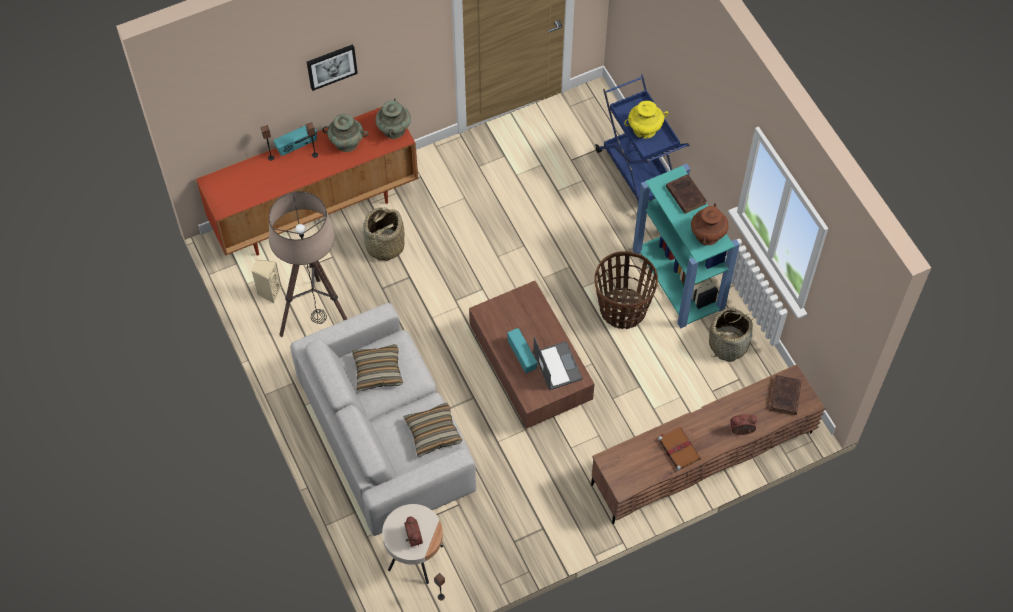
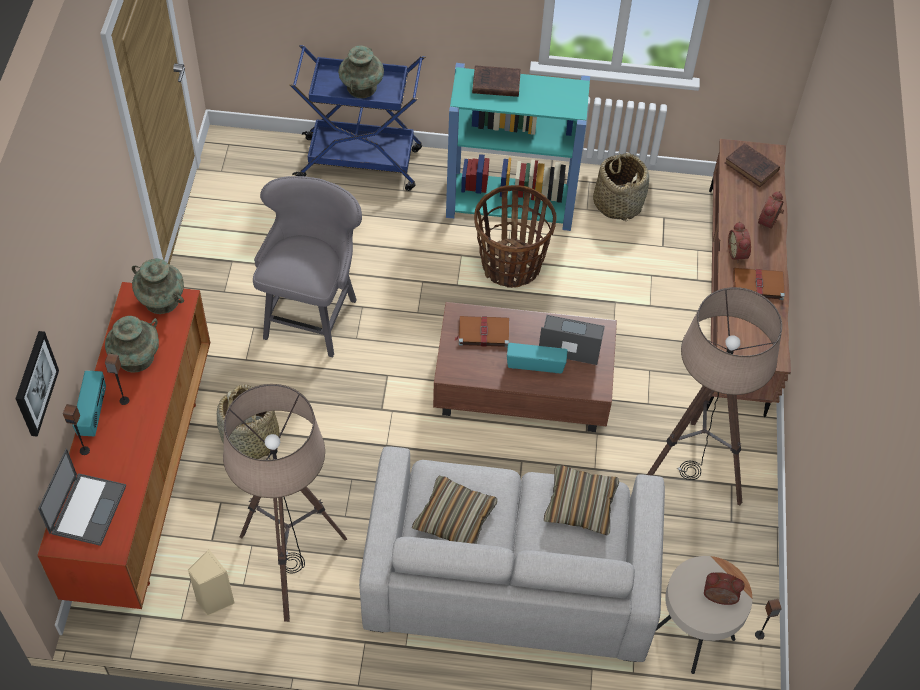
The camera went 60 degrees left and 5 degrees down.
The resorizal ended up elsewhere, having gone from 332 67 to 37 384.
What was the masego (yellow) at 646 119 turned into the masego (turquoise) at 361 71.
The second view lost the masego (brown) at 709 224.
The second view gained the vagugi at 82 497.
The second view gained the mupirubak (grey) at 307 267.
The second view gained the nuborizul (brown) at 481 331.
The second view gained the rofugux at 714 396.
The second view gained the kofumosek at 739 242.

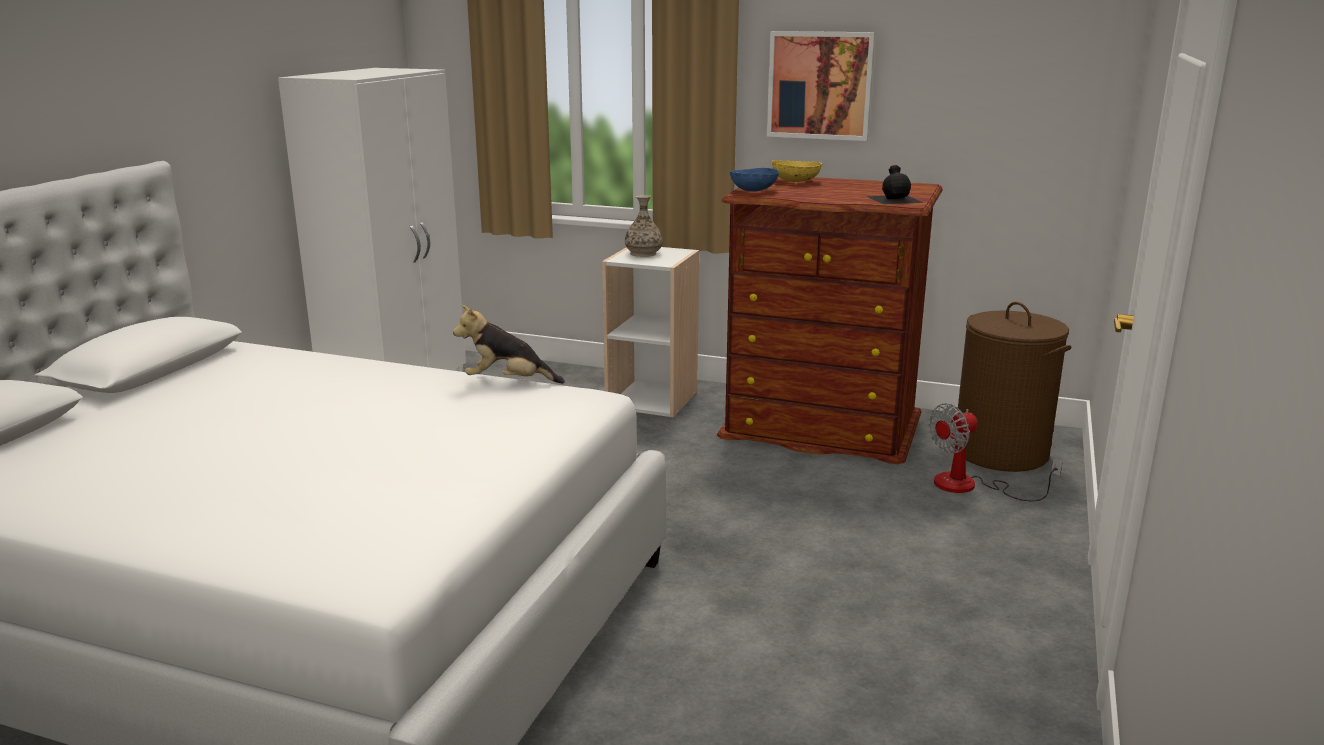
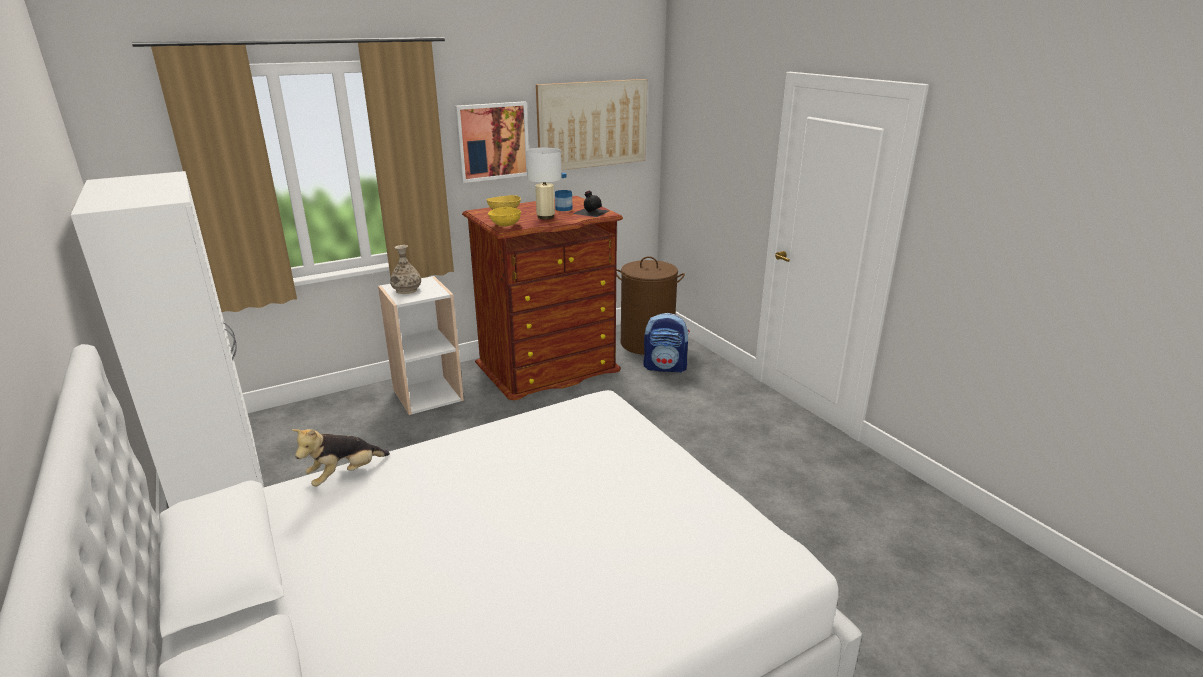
The camera went 50 degrees left and 5 degrees up.
The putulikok ended up elsewhere, having gone from 509 344 to 341 458.
What was the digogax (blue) at 754 180 turned into the digogax (yellow) at 504 217.
Where the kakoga stood at 995 452, the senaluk came to stand at 666 343.
The second view gained the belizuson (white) at 543 183.
The second view gained the resorizal at 591 124.
The second view gained the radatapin at 564 192.

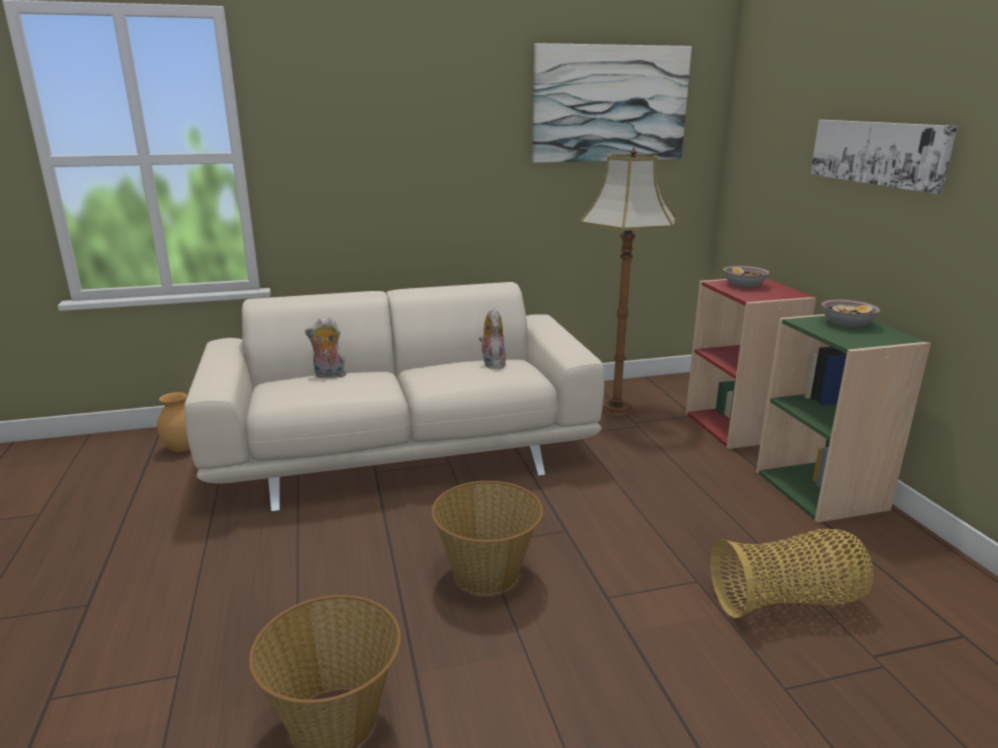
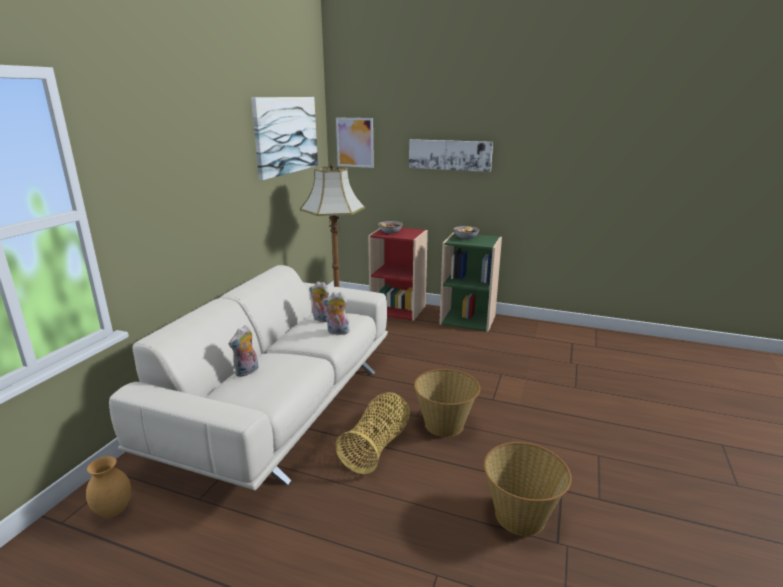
The camera went 55 degrees left and 0 degrees up.
The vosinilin ended up elsewhere, having gone from 791 573 to 372 433.
The second view gained the putulikok at 336 313.
The second view gained the resorizal at 355 142.

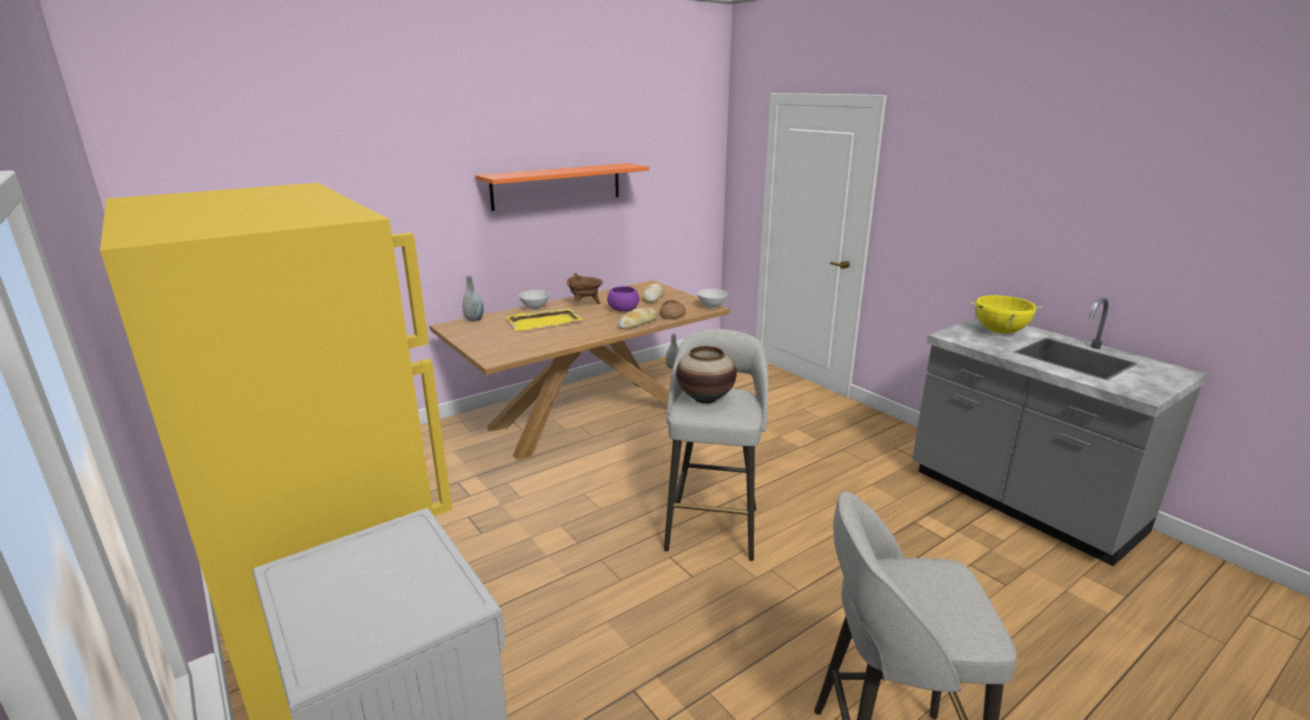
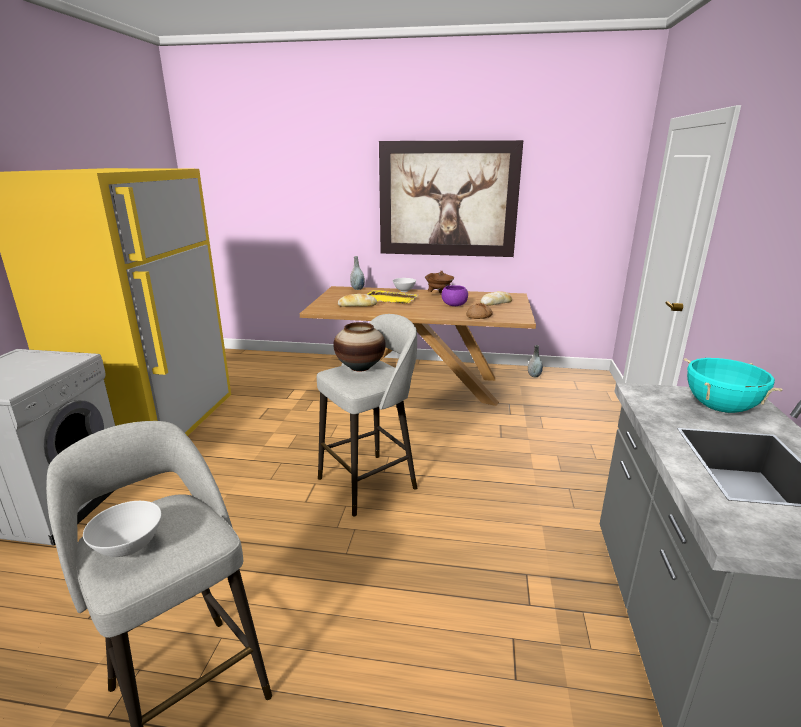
The camera went 45 degrees right and 0 degrees up.
Where the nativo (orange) hung at 562 187, the resorizal came to hang at 451 198.
The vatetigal ended up elsewhere, having gone from 637 318 to 357 300.
The digogax (white) ended up elsewhere, having gone from 712 298 to 122 529.
What was the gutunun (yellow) at 1006 314 turned into the gutunun (turquoise) at 733 385.

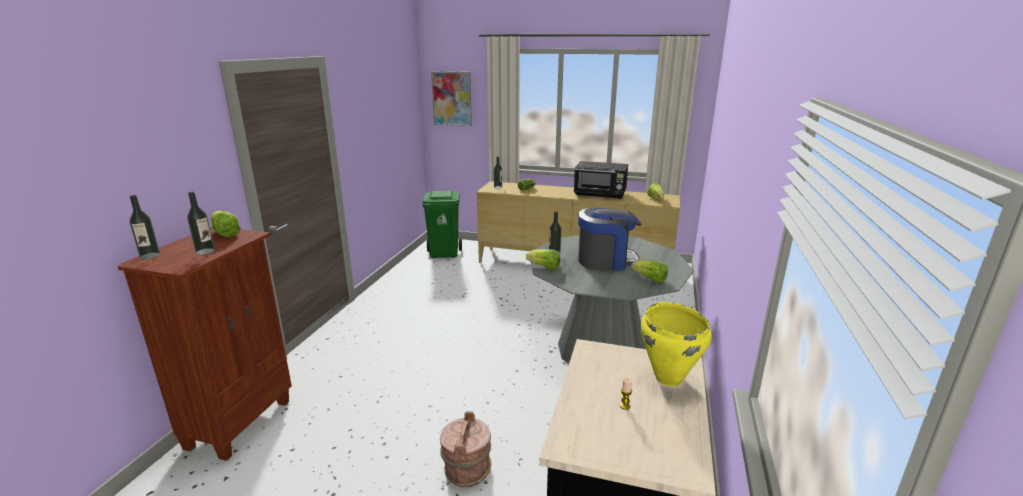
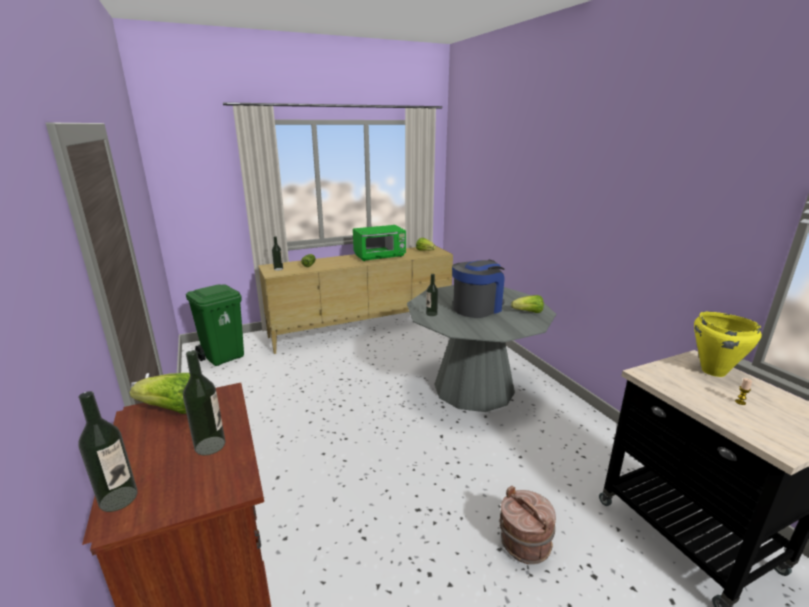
The camera went 40 degrees left and 0 degrees up.
The second view lost the resorizal at 451 98.
The second view lost the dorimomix at 543 259.
What was the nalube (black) at 601 180 turned into the nalube (green) at 379 243.

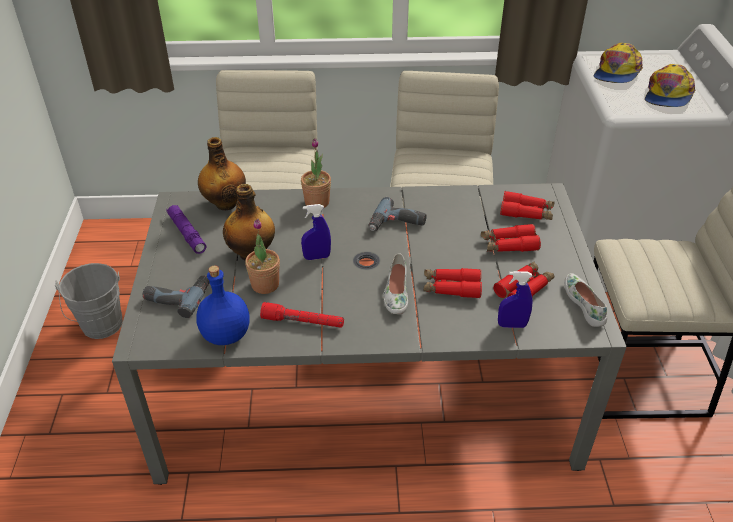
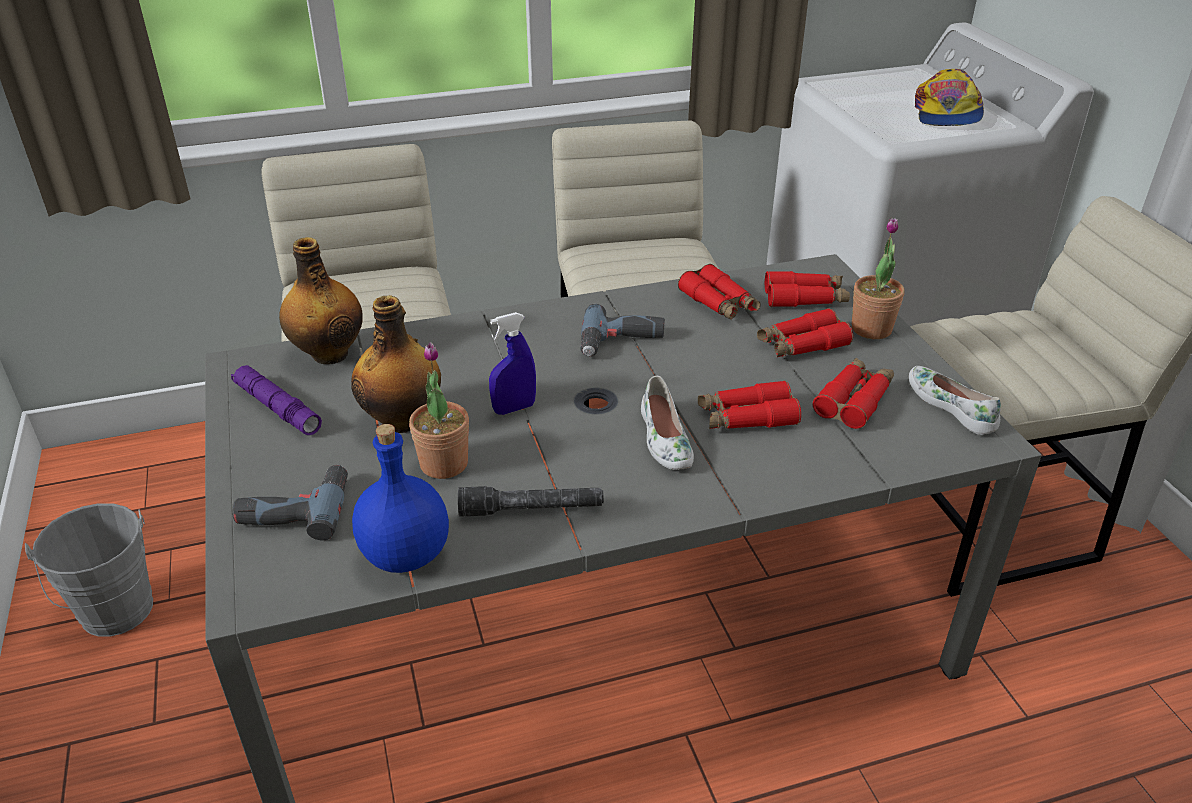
The camera went 15 degrees left and 5 degrees down.
What was the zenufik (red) at 302 315 turned into the zenufik (grey) at 531 501.
The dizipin ended up elsewhere, having gone from 316 173 to 878 278.
The second view lost the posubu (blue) at 515 299.
The second view lost the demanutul at 618 63.
The second view gained the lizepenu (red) at 719 292.

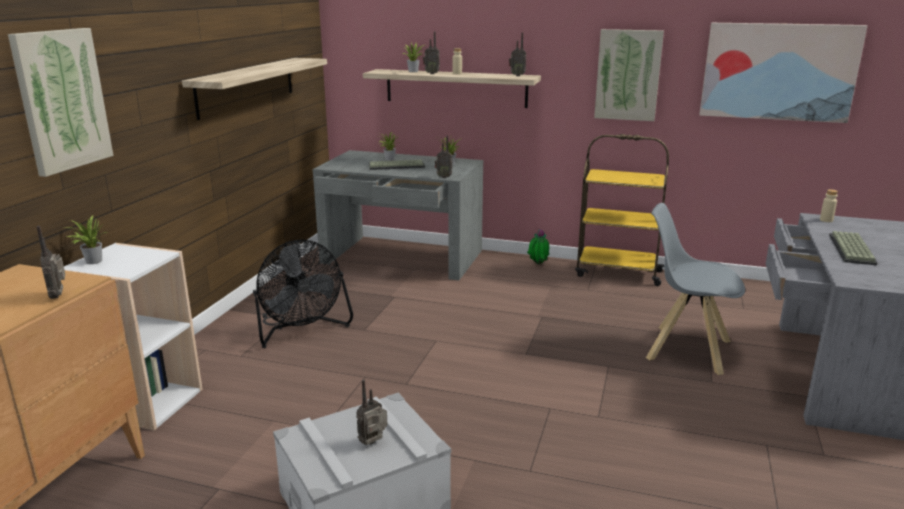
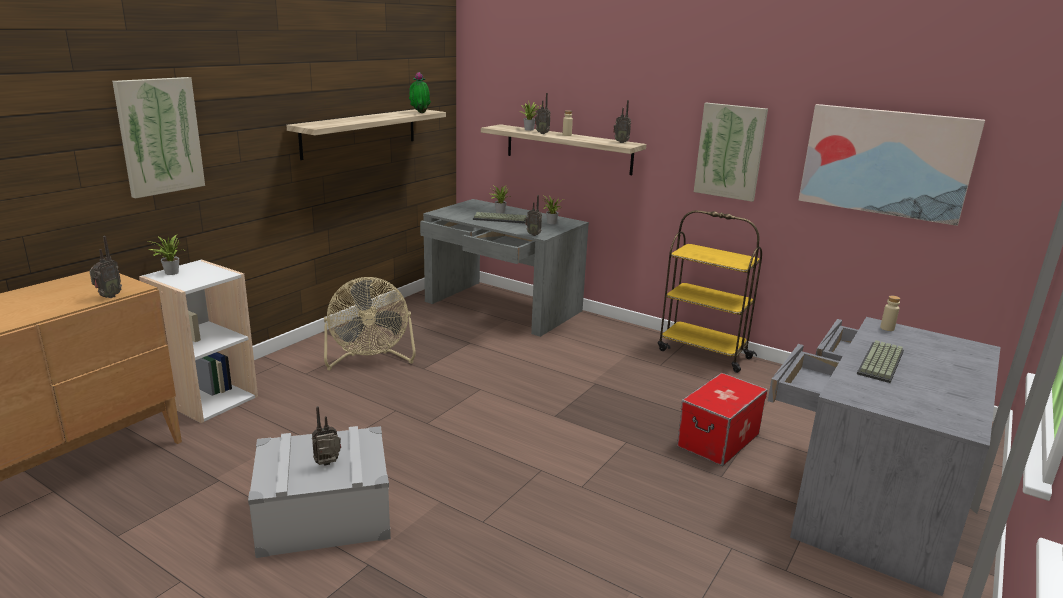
The camera went 15 degrees right and 0 degrees up.
The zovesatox at 51 262 ended up facing another way, 150 degrees counterclockwise from before.
What was the kakoga (black) at 303 294 turned into the kakoga (beige) at 370 323.
The dizipin ended up elsewhere, having gone from 538 246 to 420 92.
Where the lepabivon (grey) stood at 695 289, the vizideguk came to stand at 722 419.

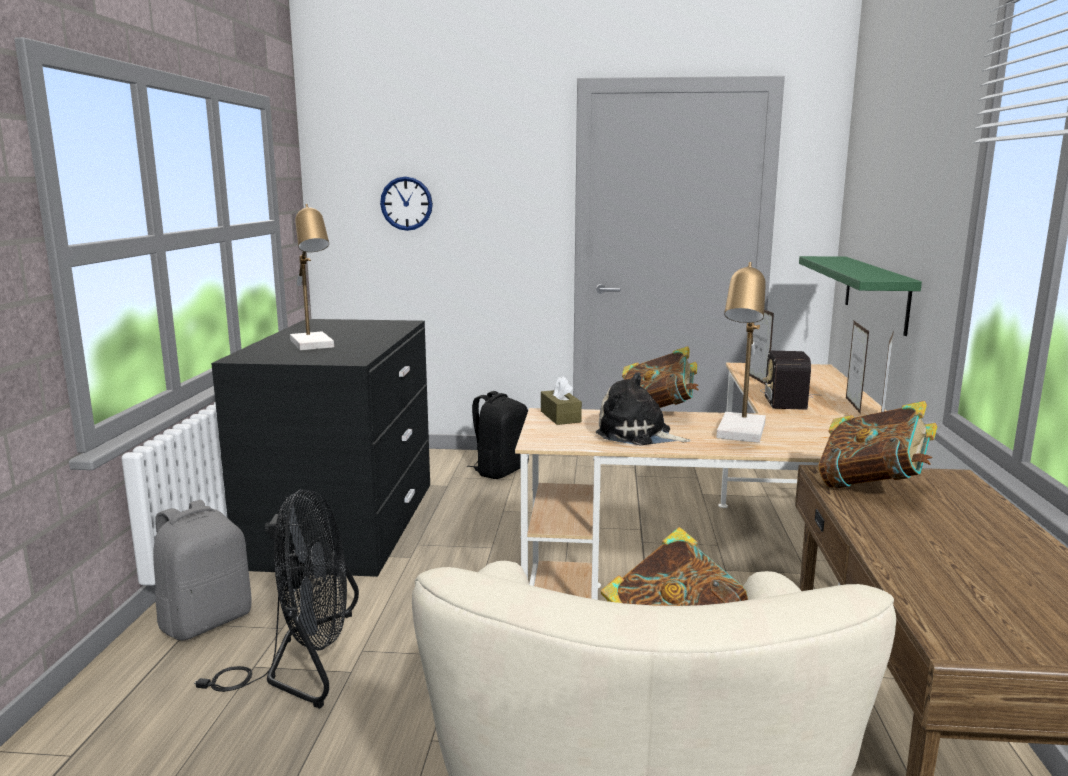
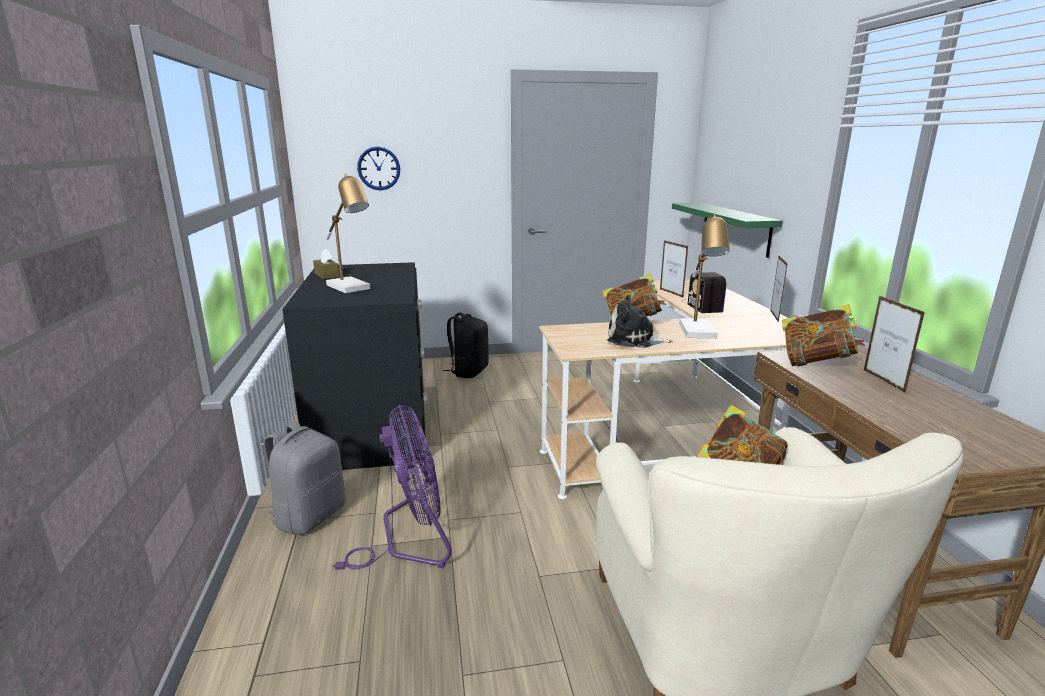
The camera went 15 degrees left and 5 degrees up.
What was the kakoga (black) at 276 599 turned into the kakoga (purple) at 392 487.
The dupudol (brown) ended up elsewhere, having gone from 561 400 to 326 264.
The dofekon ended up elsewhere, having gone from 857 367 to 894 344.

